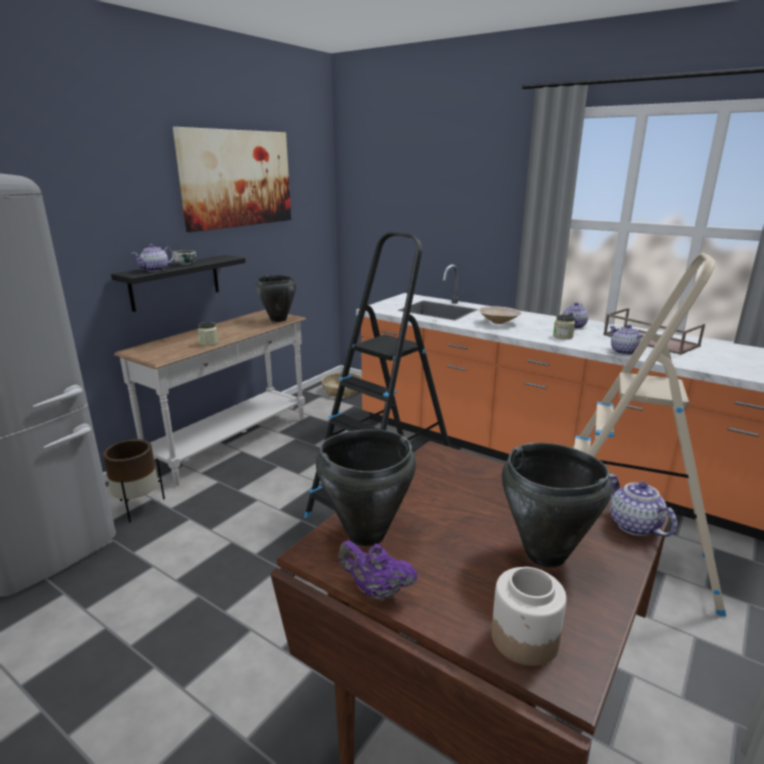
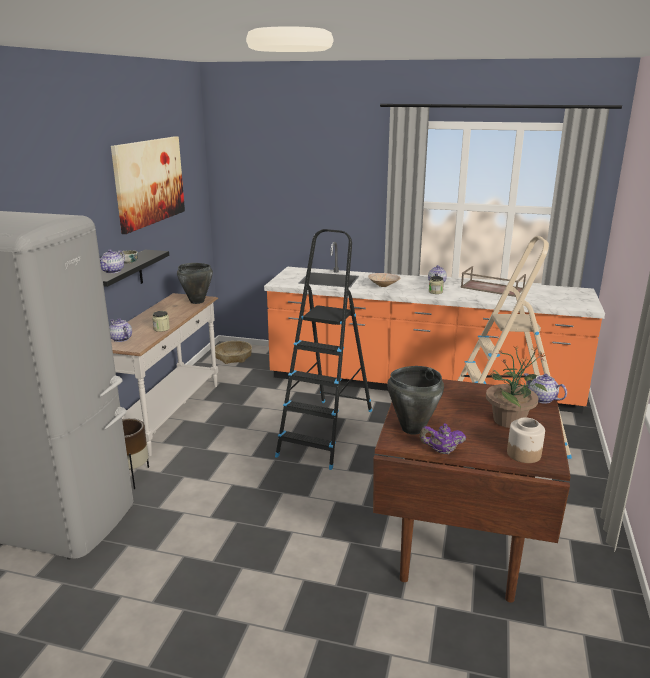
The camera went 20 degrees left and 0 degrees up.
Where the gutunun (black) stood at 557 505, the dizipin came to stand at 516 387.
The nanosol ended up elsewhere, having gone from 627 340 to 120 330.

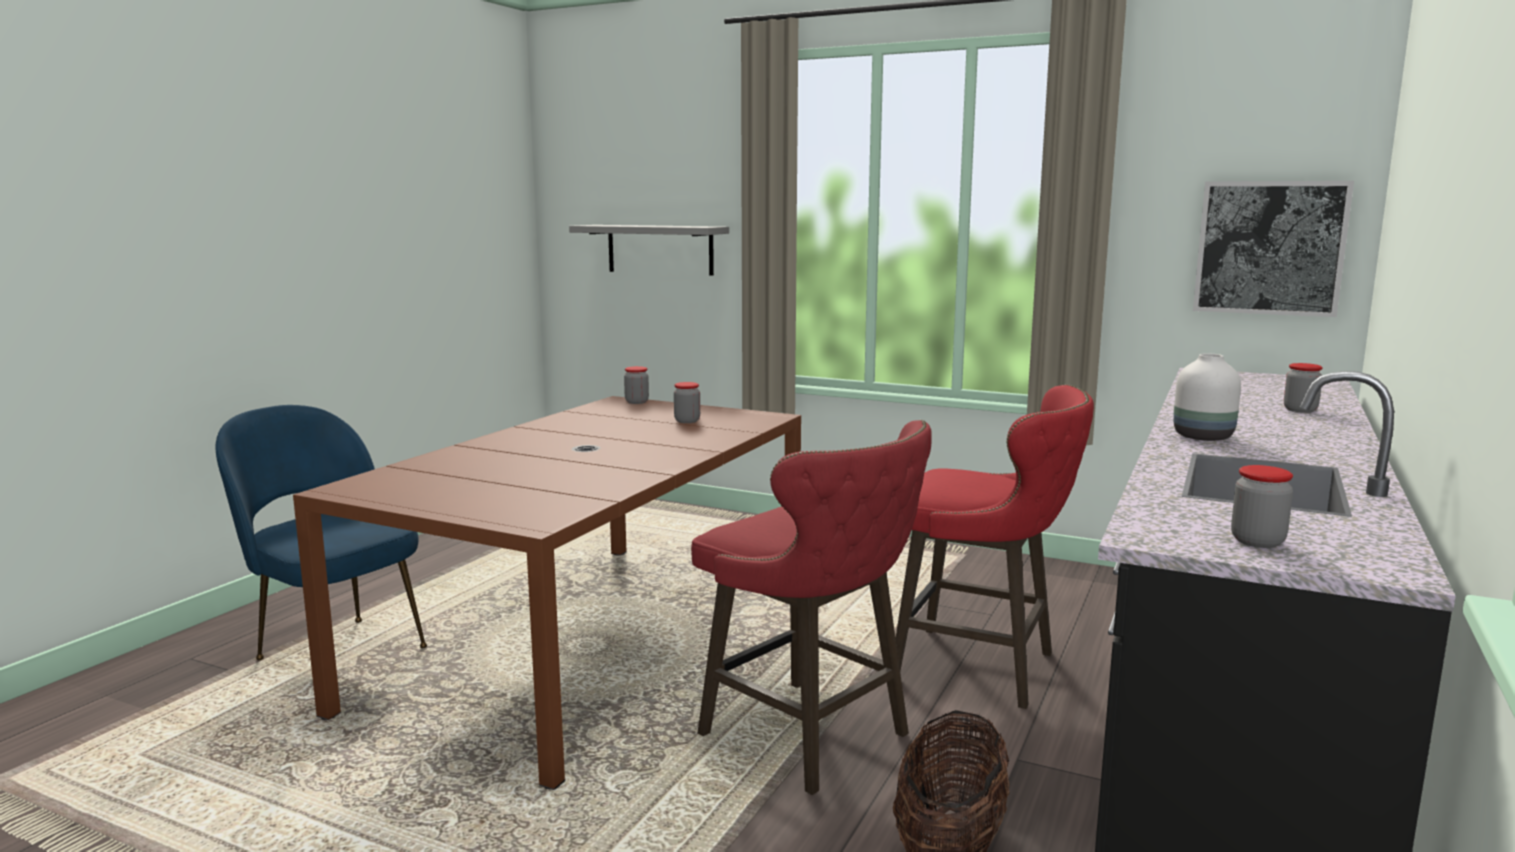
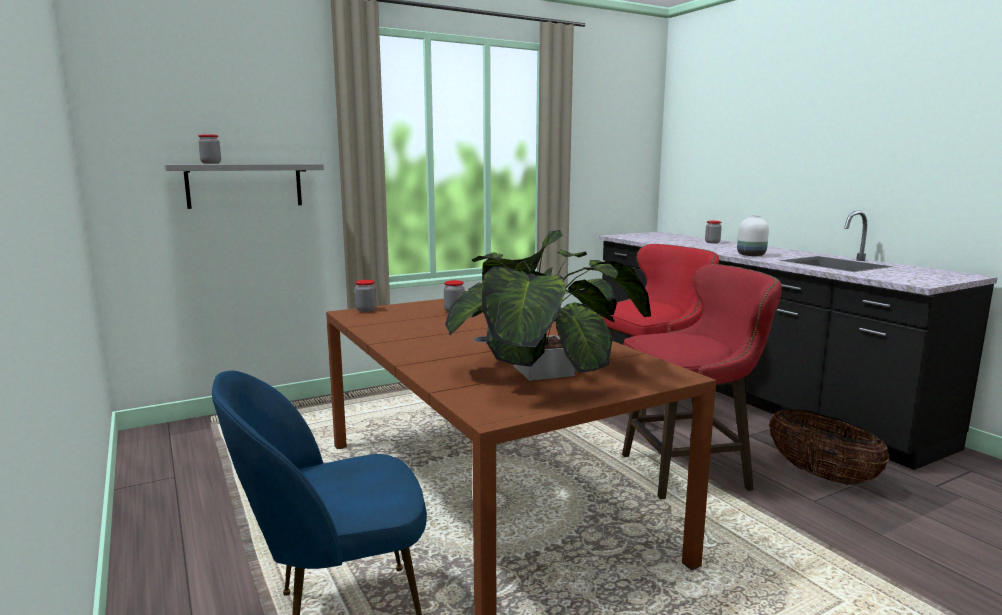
The camera went 55 degrees left and 0 degrees up.
The second view lost the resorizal at 1273 249.
The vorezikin ended up elsewhere, having gone from 1262 506 to 209 149.
The second view gained the dizipin at 548 305.

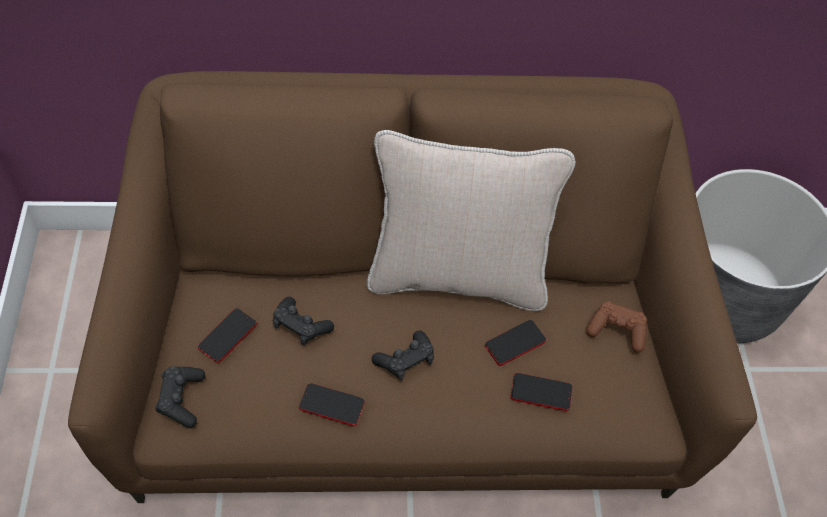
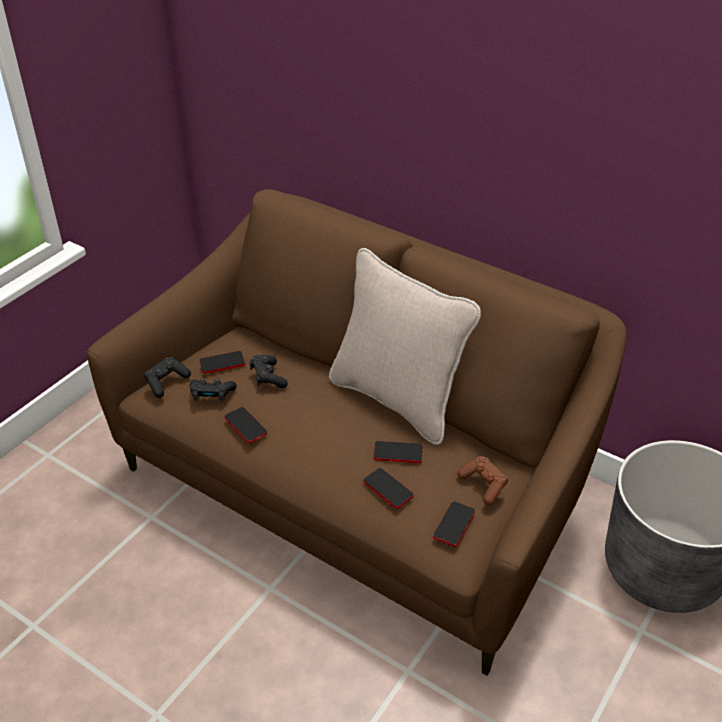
The camera went 40 degrees right and 15 degrees down.
The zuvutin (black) ended up elsewhere, having gone from 403 355 to 213 390.
The second view gained the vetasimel at 454 524.

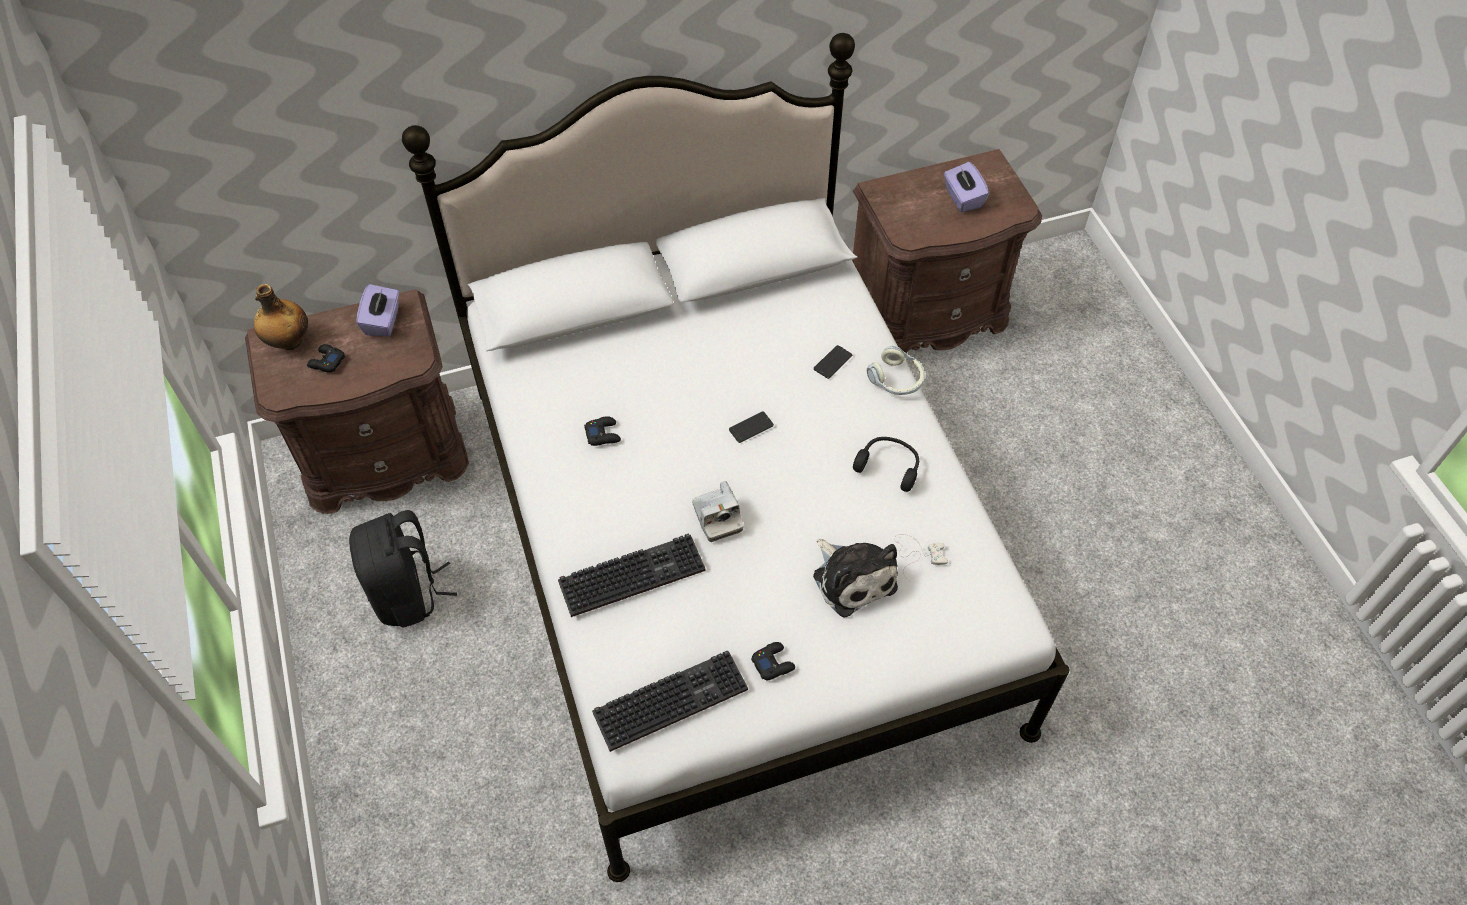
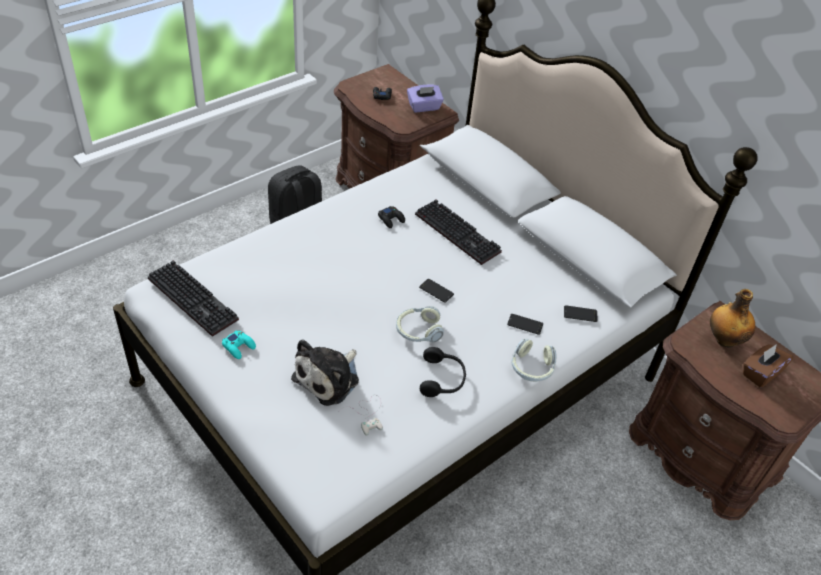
The camera went 65 degrees right and 10 degrees down.
The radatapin ended up elsewhere, having gone from 281 317 to 732 318.
The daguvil ended up elsewhere, having gone from 632 575 to 458 232.
The second view lost the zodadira at 718 511.
What was the zuvutin (black) at 773 661 turned into the zuvutin (turquoise) at 239 344.
What was the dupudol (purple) at 966 187 turned into the dupudol (brown) at 768 366.
The second view gained the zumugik at 420 324.
The second view gained the vetasimel at 581 313.

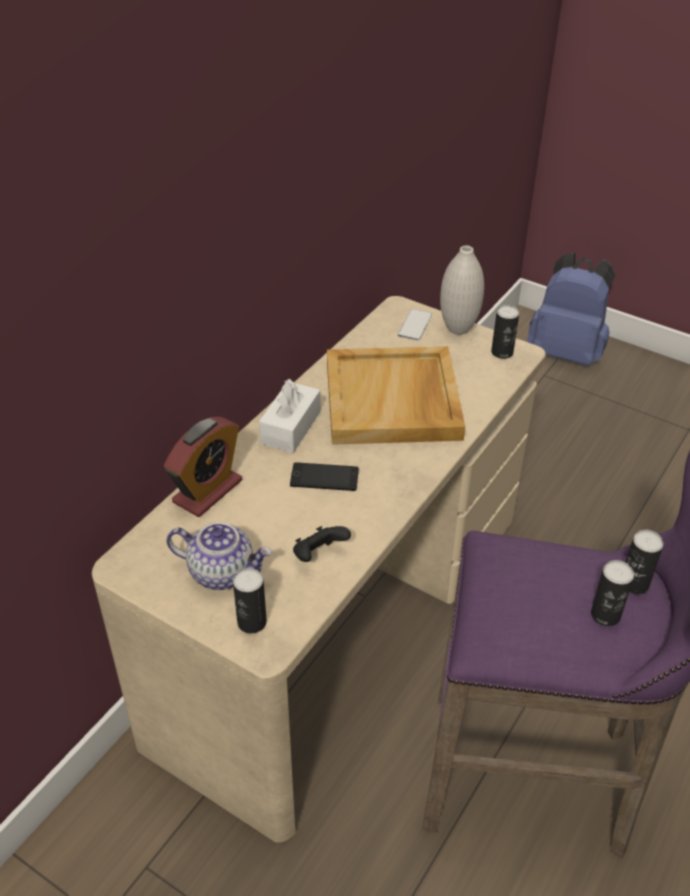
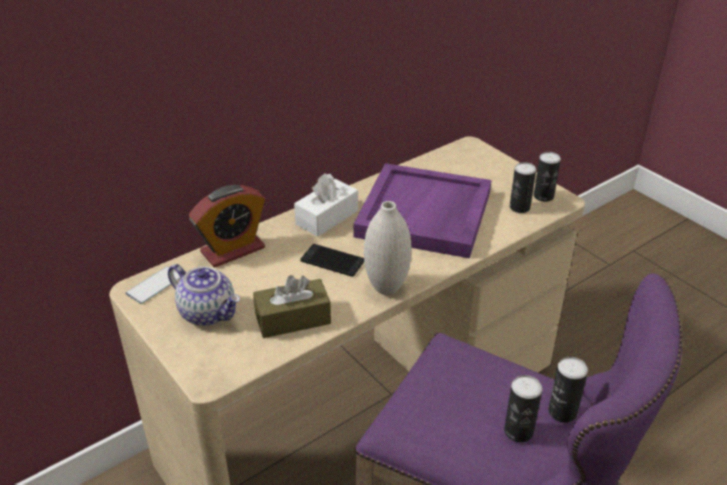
The camera went 20 degrees right and 5 degrees down.
The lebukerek ended up elsewhere, having gone from 250 600 to 523 187.
Where the zuvutin (black) stood at 322 544, the dupudol (brown) came to stand at 292 306.
What was the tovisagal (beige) at 396 396 turned into the tovisagal (purple) at 422 210.
The vetasimel ended up elsewhere, having gone from 415 324 to 153 285.
The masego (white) ended up elsewhere, having gone from 462 290 to 387 248.
The second view lost the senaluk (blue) at 571 309.

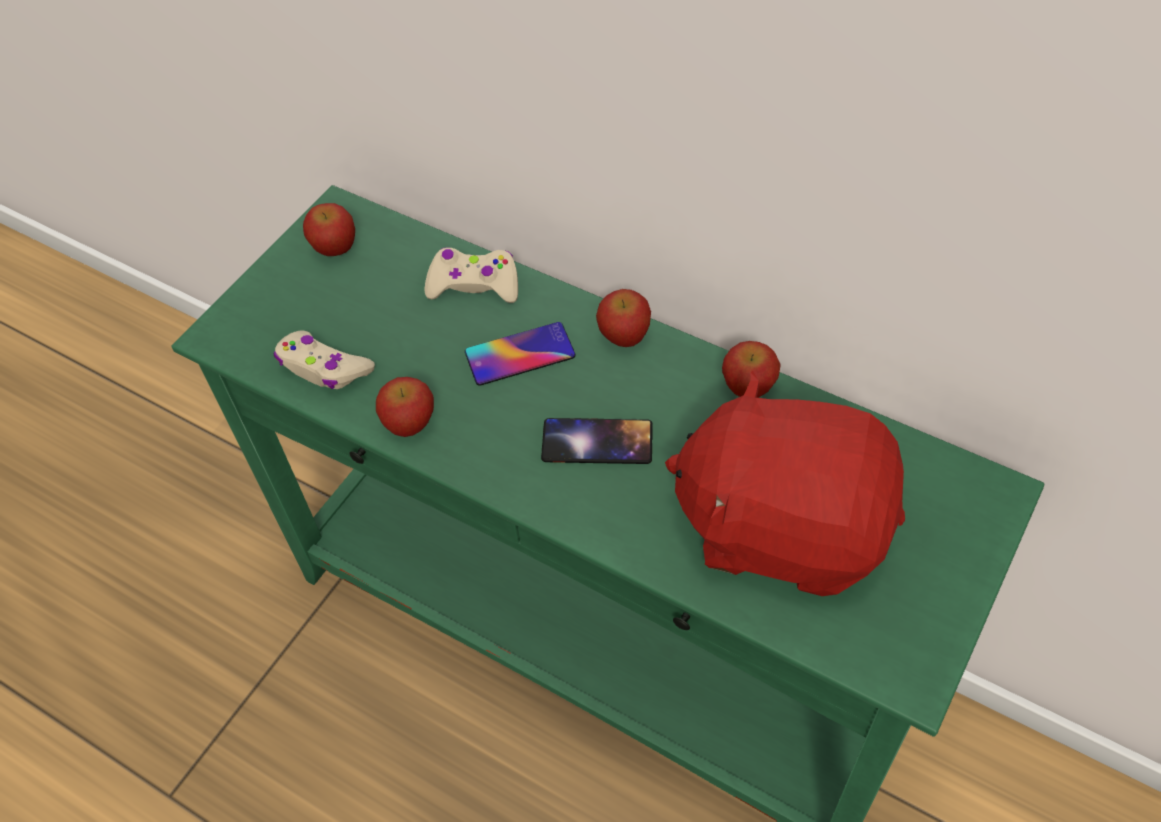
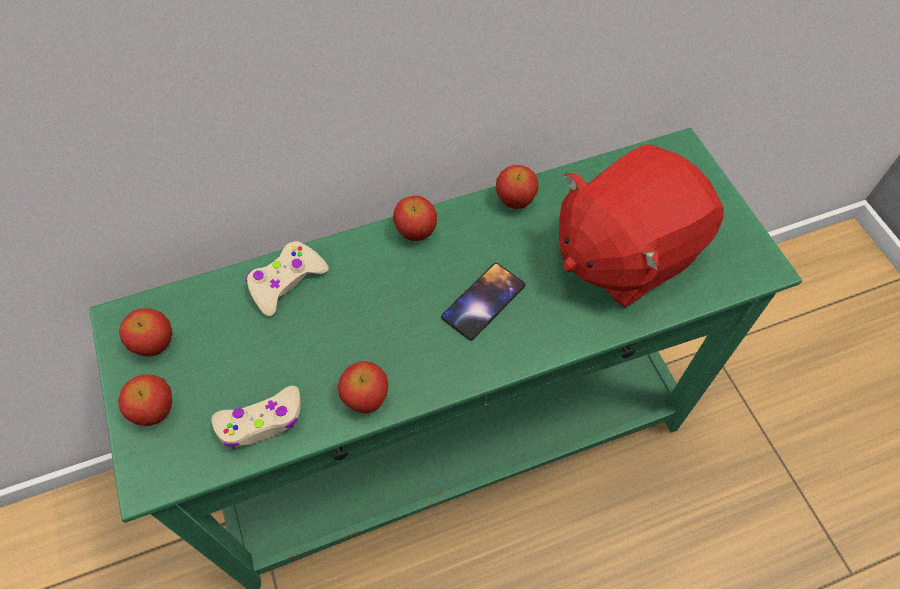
The camera went 55 degrees left and 5 degrees up.
The second view lost the vetasimel at 520 354.
The second view gained the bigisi at 145 400.

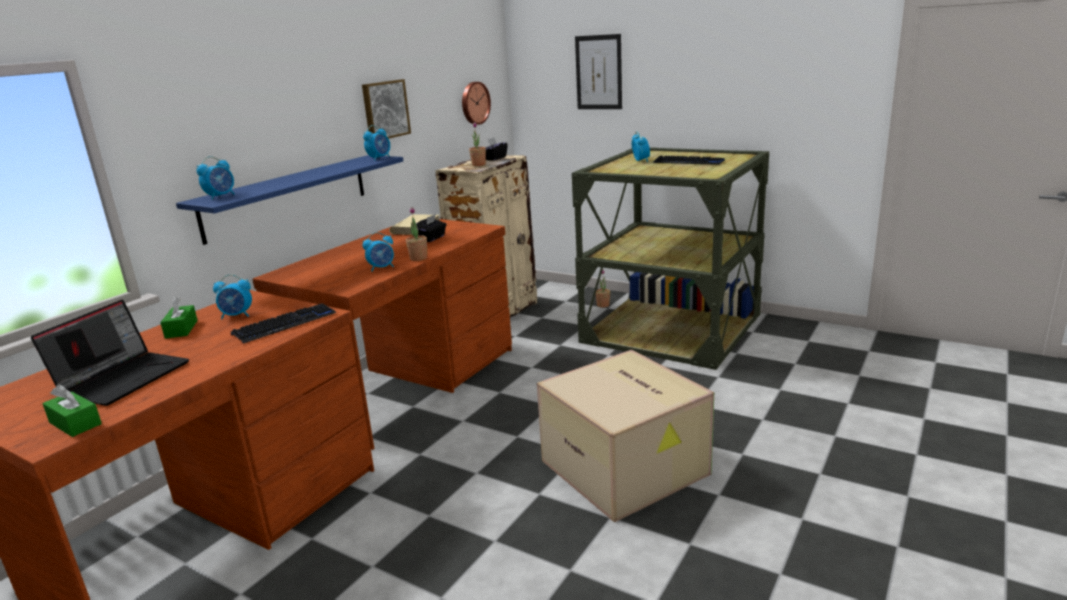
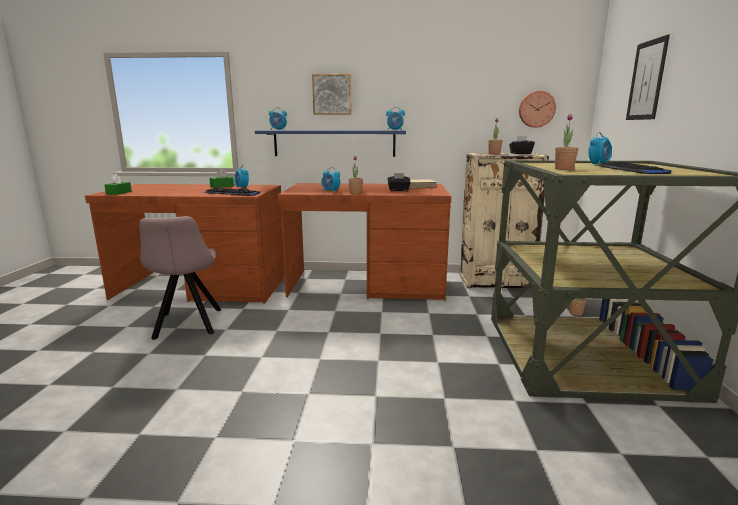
The camera went 60 degrees right and 5 degrees down.
The second view lost the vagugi at 110 353.
The resorizal ended up elsewhere, having gone from 386 109 to 332 94.
The second view lost the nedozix at 625 436.
The second view gained the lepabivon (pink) at 180 278.
The second view gained the dizipin at 566 142.

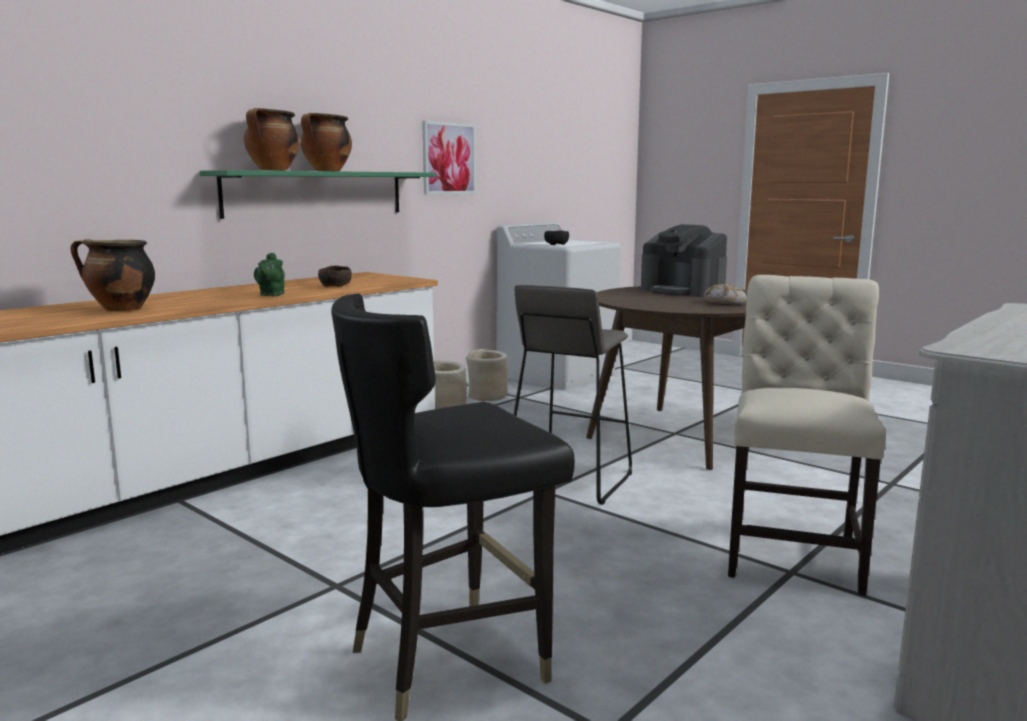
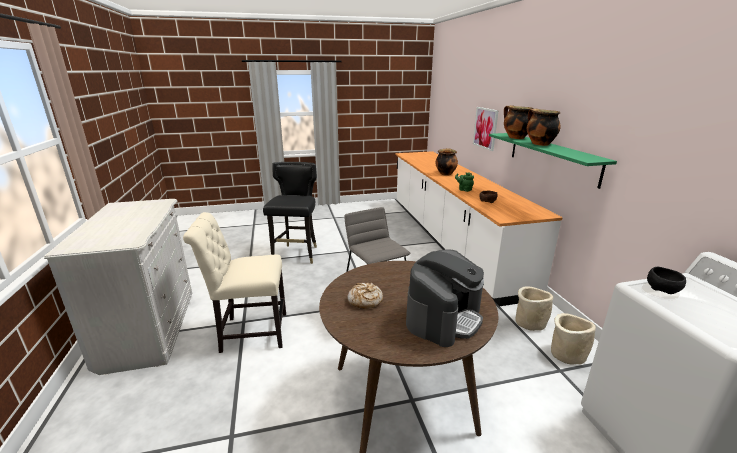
The camera went 125 degrees right and 10 degrees up.
The resorizal ended up elsewhere, having gone from 449 158 to 485 129.
The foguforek at 684 260 ended up facing another way, 135 degrees clockwise from before.
The lepabivon (beige) at 807 435 ended up facing another way, 120 degrees clockwise from before.

